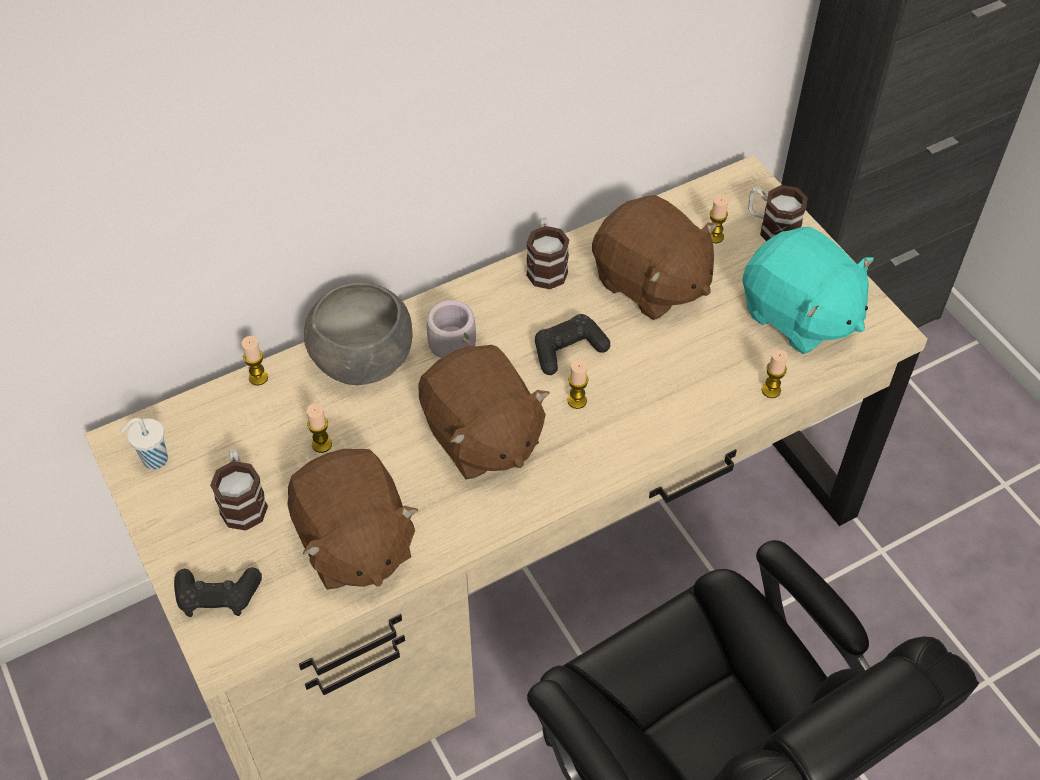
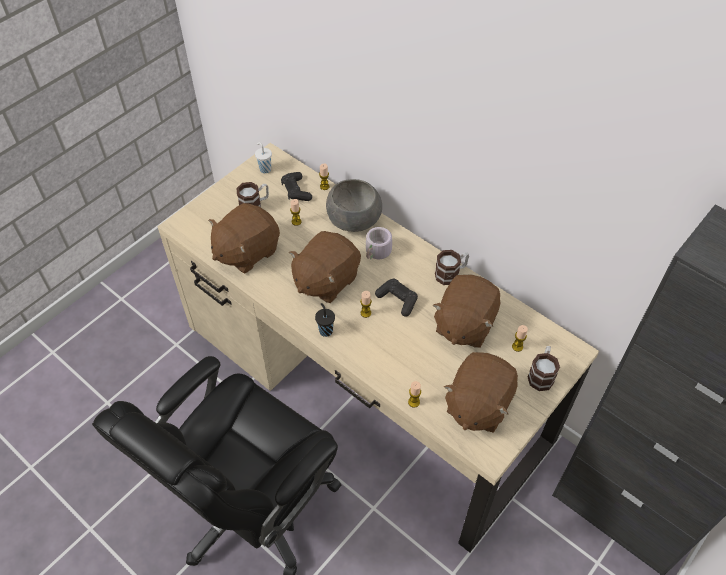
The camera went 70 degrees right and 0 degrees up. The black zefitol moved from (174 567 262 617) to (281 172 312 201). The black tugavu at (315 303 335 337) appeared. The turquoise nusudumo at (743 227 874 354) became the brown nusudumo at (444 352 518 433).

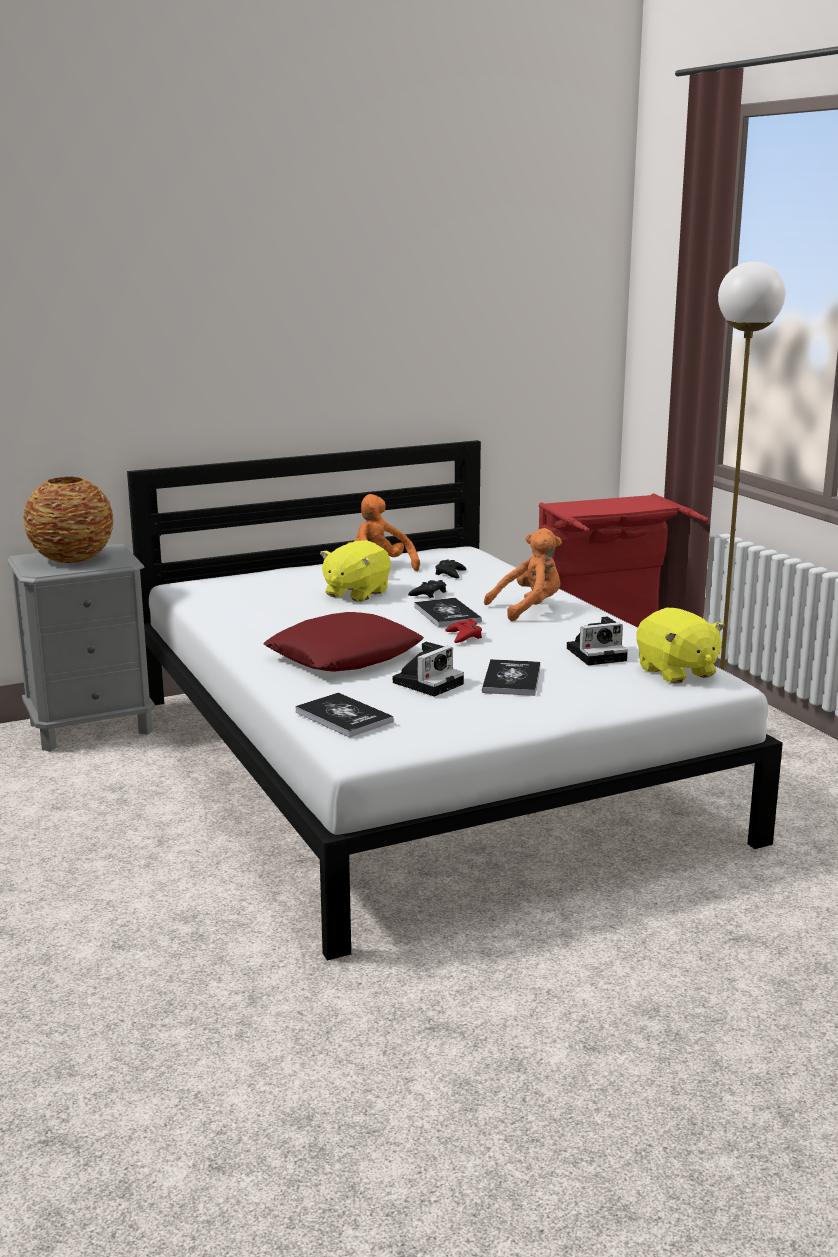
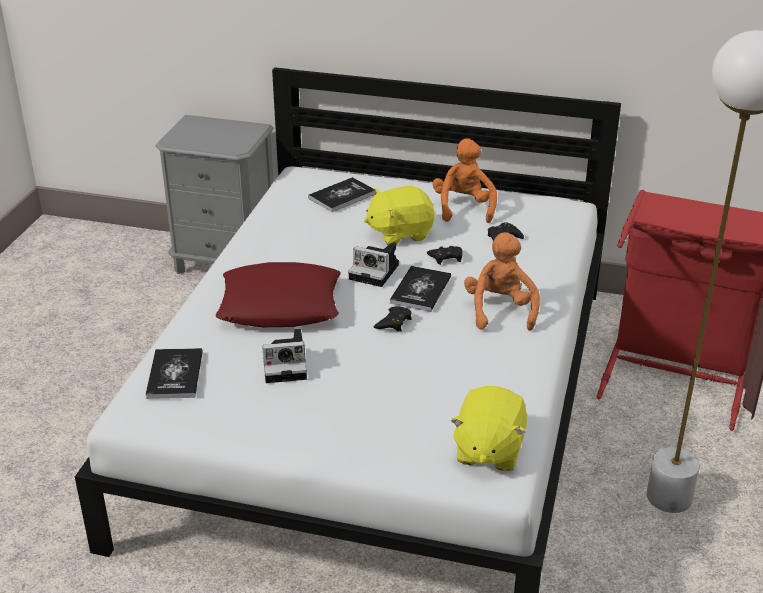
The camera went 40 degrees right and 15 degrees up. The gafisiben moved from (482 659 540 696) to (308 177 376 212). The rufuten moved from (567 616 628 665) to (348 243 399 287). The red zefitol at (445 618 482 643) became the black zefitol at (374 306 412 332). The orange nusudumo at (484 528 562 621) turned 105 degrees counterclockwise. The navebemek at (23 477 114 563) disappeared.

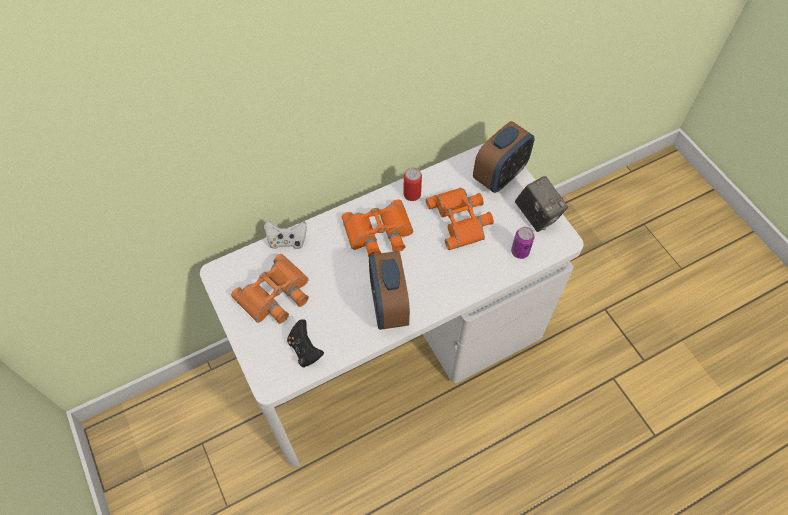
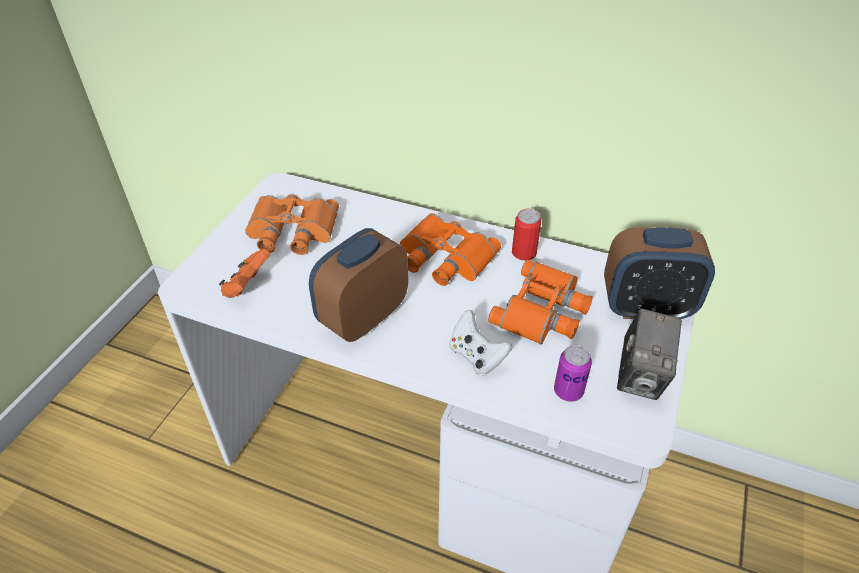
The camera went 50 degrees right and 15 degrees down. The black zefitol at (287 320 324 368) became the orange zefitol at (219 249 270 298). The white zefitol moved from (265 221 307 249) to (449 310 512 375).

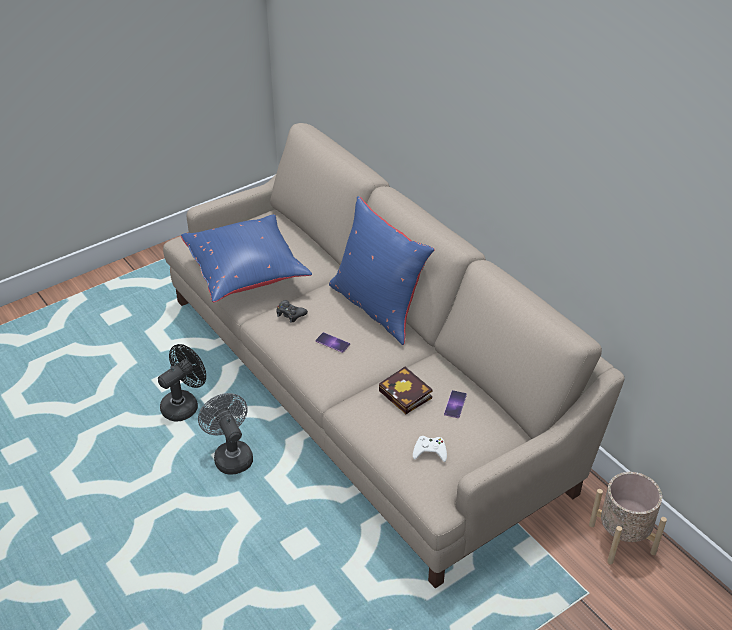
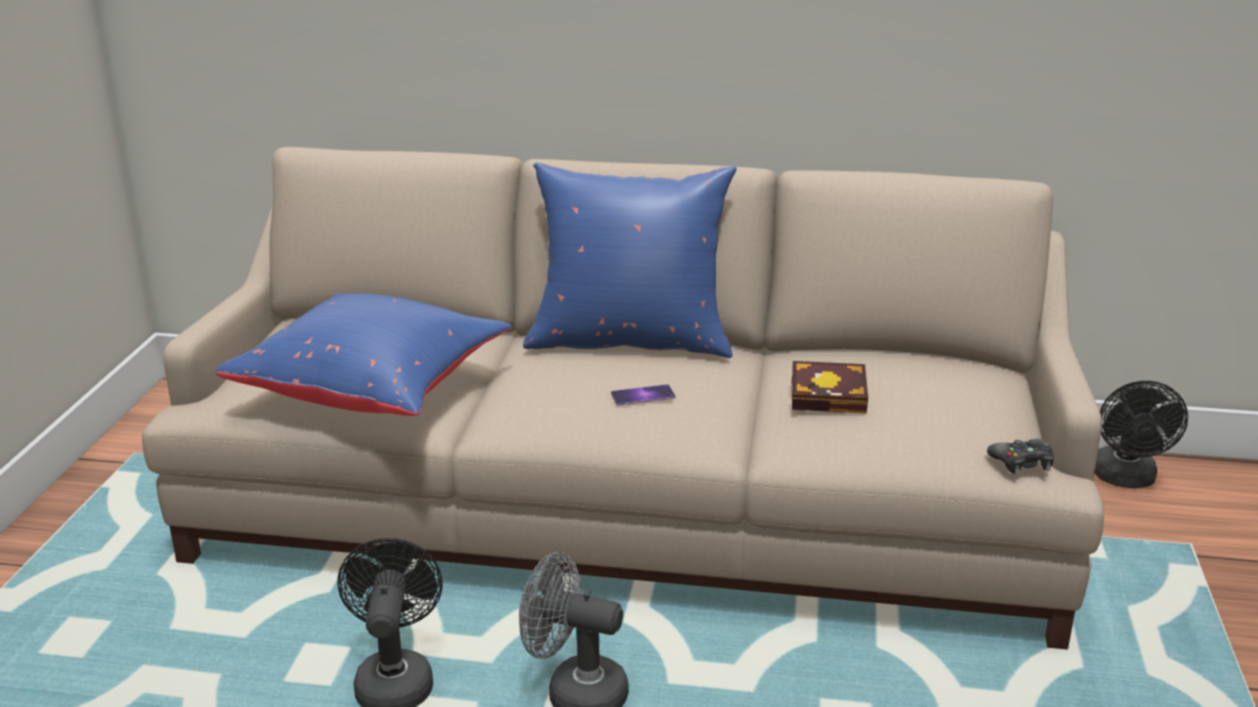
The camera went 45 degrees left and 15 degrees down. The black zefitol moved from (276 300 308 323) to (987 439 1054 474). The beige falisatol at (589 472 667 564) was replaced by the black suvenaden at (1094 381 1188 488). The white zefitol at (413 436 447 462) disappeared. The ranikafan at (444 390 467 418) disappeared.

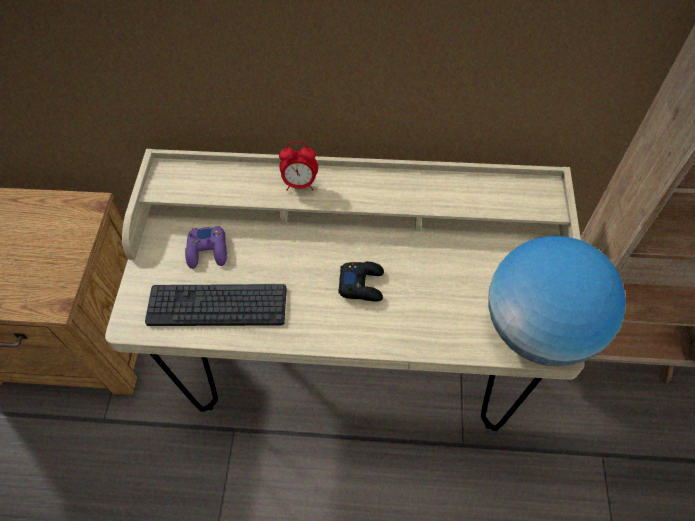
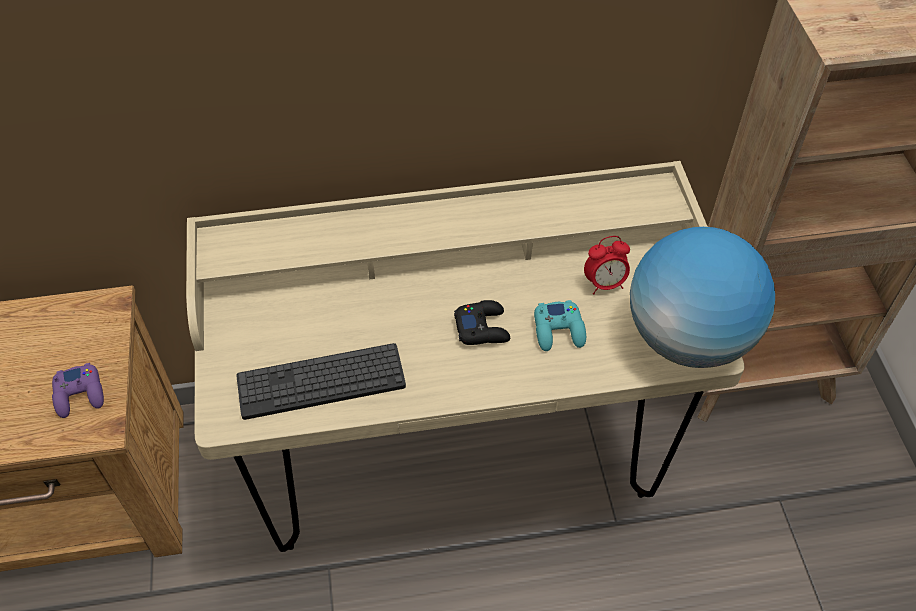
The camera went 15 degrees left and 5 degrees down. The purple zefitol moved from (185 226 227 269) to (52 363 104 418). The turquoise zefitol at (534 300 586 351) appeared. The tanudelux moved from (279 142 318 191) to (584 236 630 295).

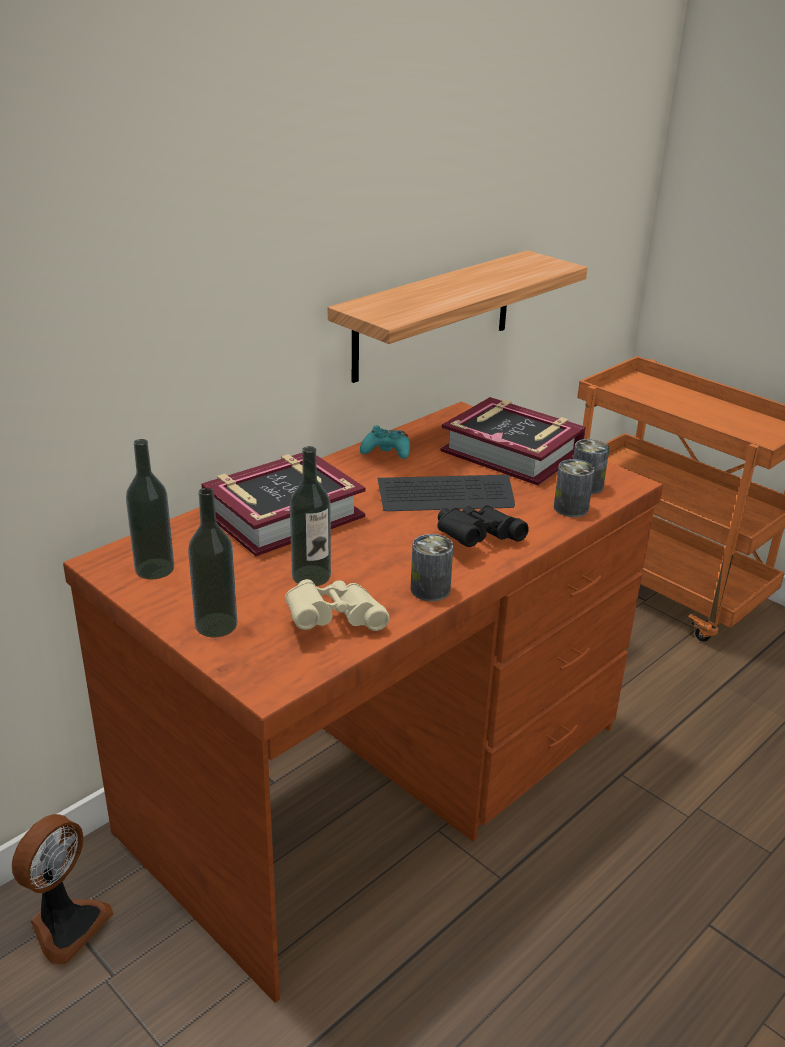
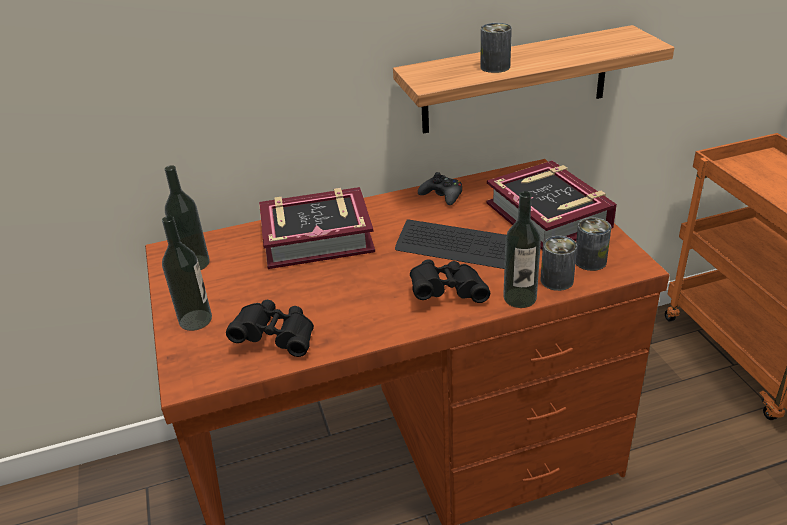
The camera went 30 degrees right and 5 degrees up. The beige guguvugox at (285 579 390 631) became the black guguvugox at (226 300 314 357). The turquoise zefitol at (360 426 410 459) became the black zefitol at (418 172 462 205). The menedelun moved from (411 534 453 601) to (480 23 512 73). The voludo moved from (290 446 331 586) to (503 191 541 308). The suvenaden at (11 814 114 964) disappeared.

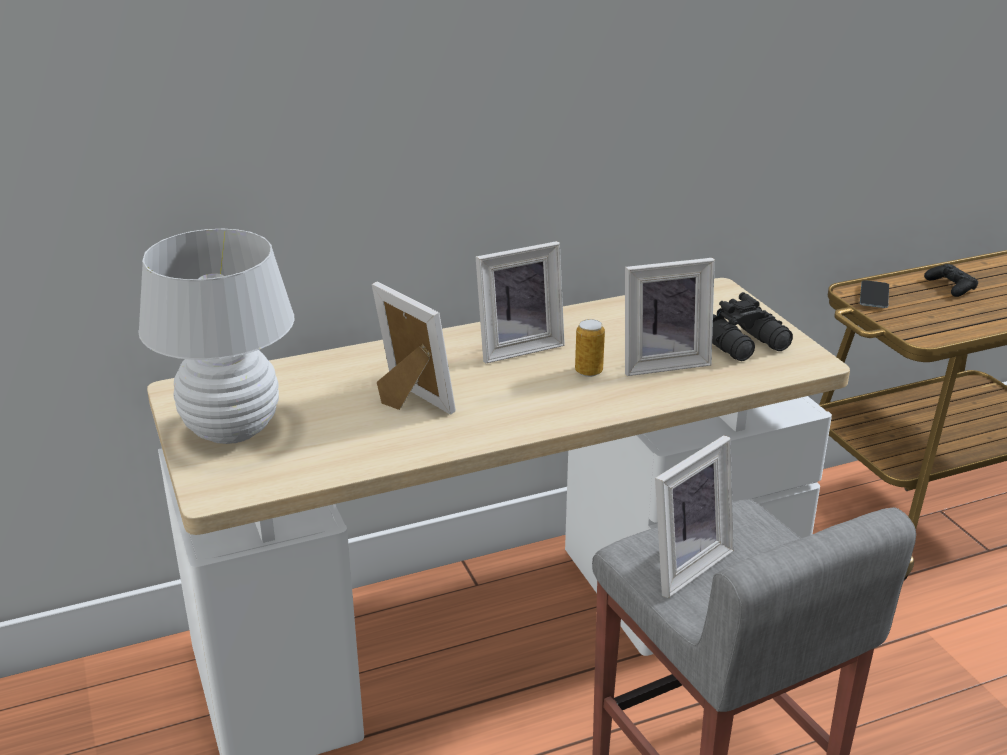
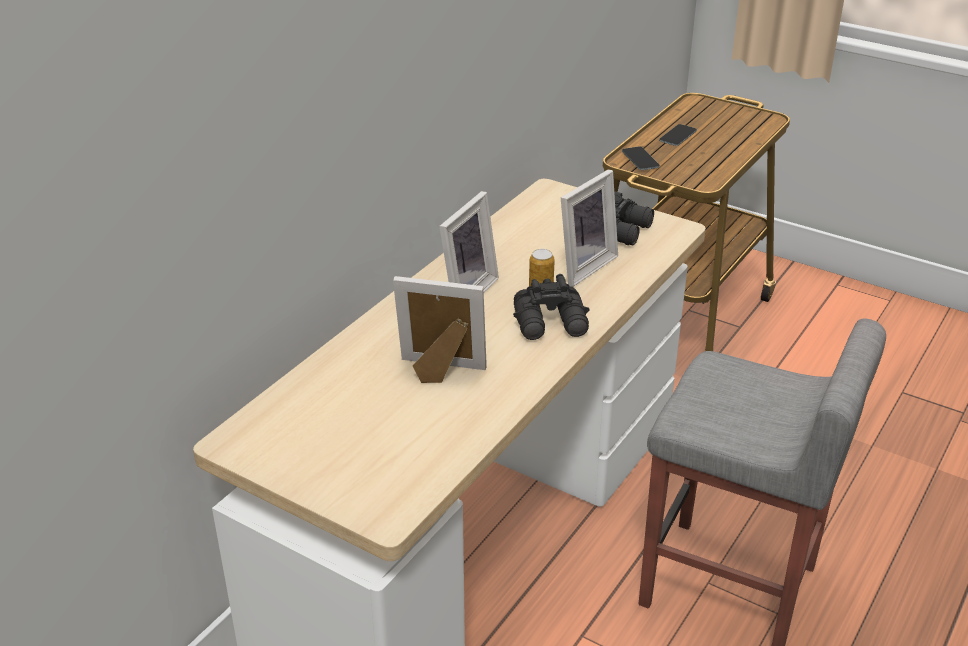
The camera went 35 degrees left and 5 degrees up. The black guguvugox at (513 274 589 340) appeared. The black zefitol at (924 264 978 297) was replaced by the ranikafan at (659 124 697 146). The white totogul at (138 229 294 444) disappeared. The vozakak at (655 435 734 598) disappeared.

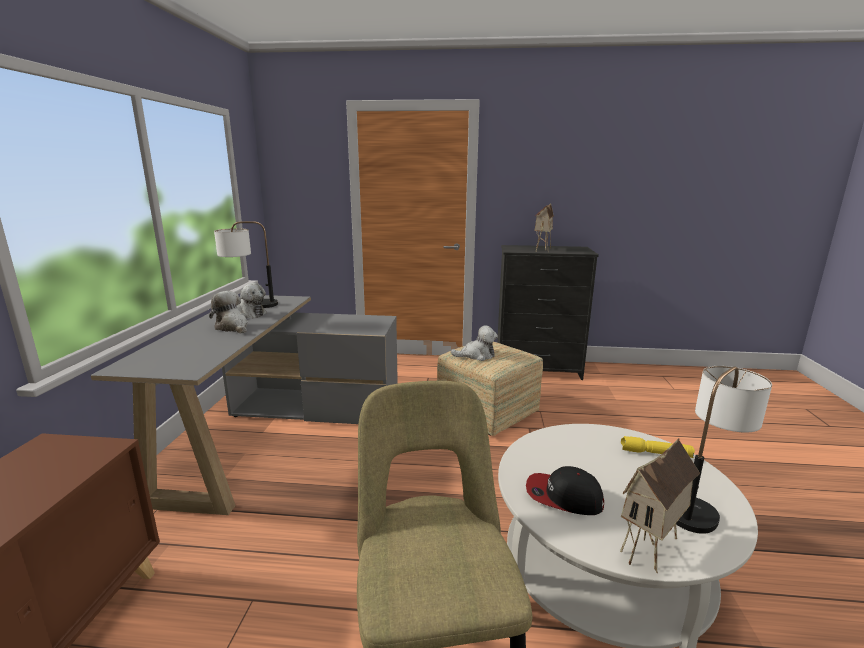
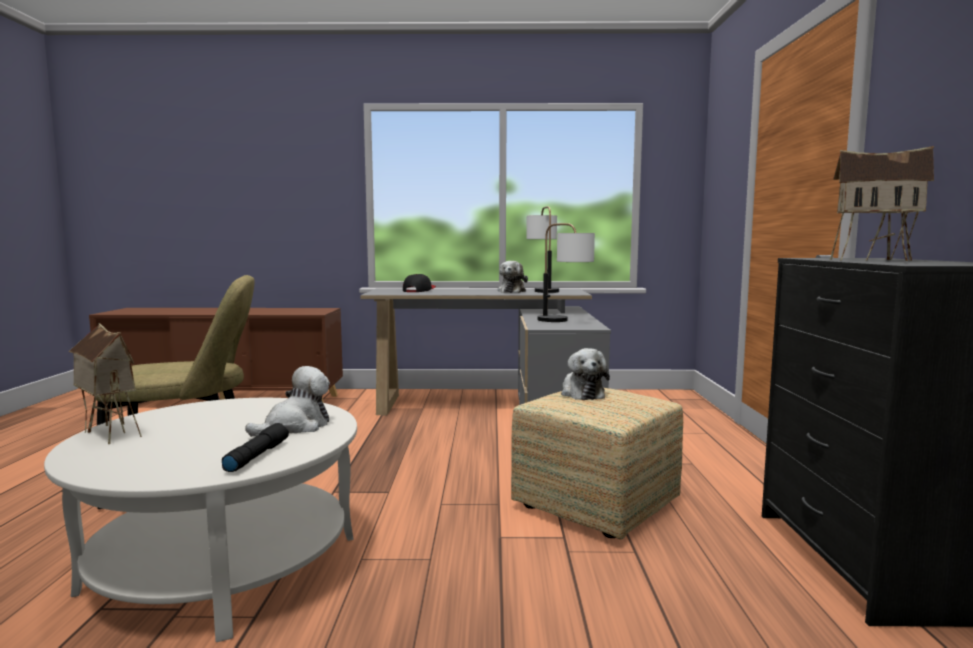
The camera went 85 degrees right and 10 degrees down. The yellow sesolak at (621 436 695 458) became the black sesolak at (222 423 289 472). The nusudumo moved from (209 291 249 333) to (245 366 330 437). The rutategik moved from (526 466 604 515) to (403 274 436 292). The totogul moved from (676 366 772 534) to (537 223 595 322).

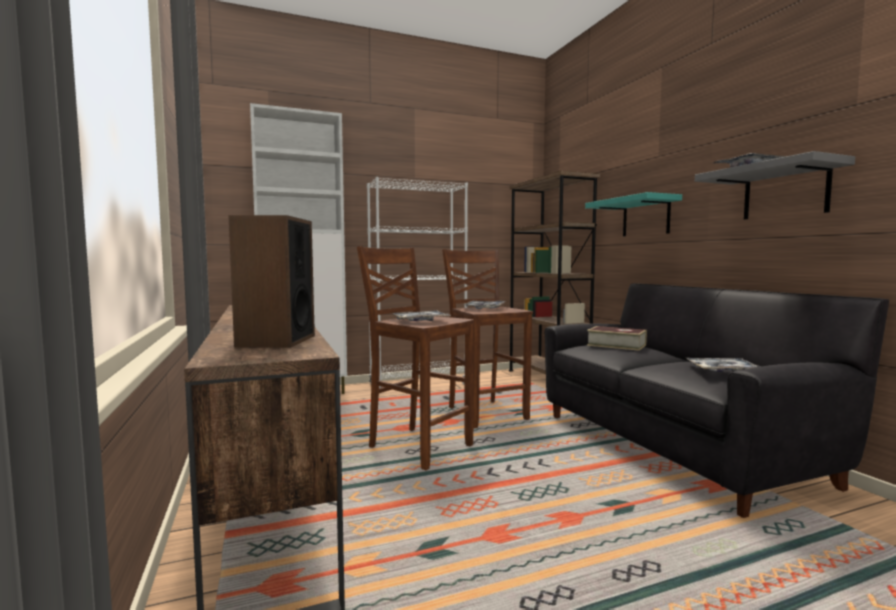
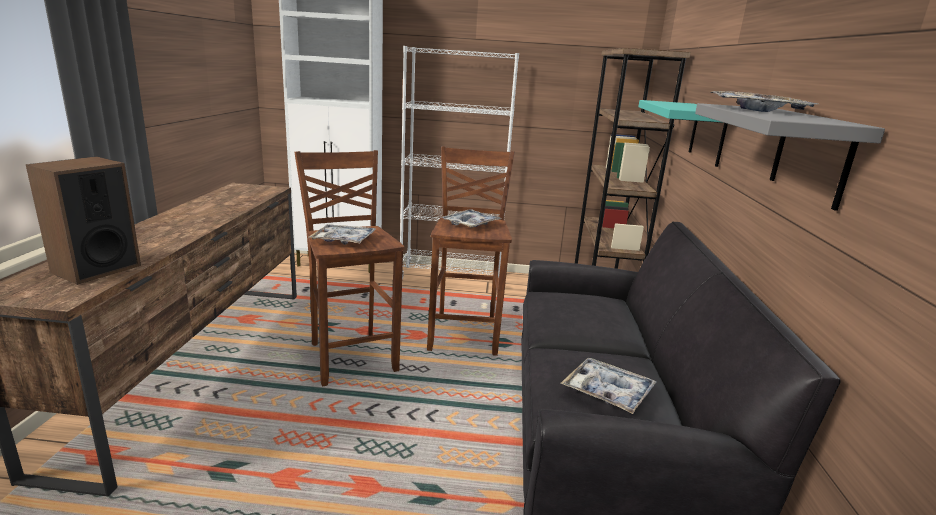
The camera went 25 degrees right and 15 degrees up. The gafisiben at (587 326 647 351) disappeared.

